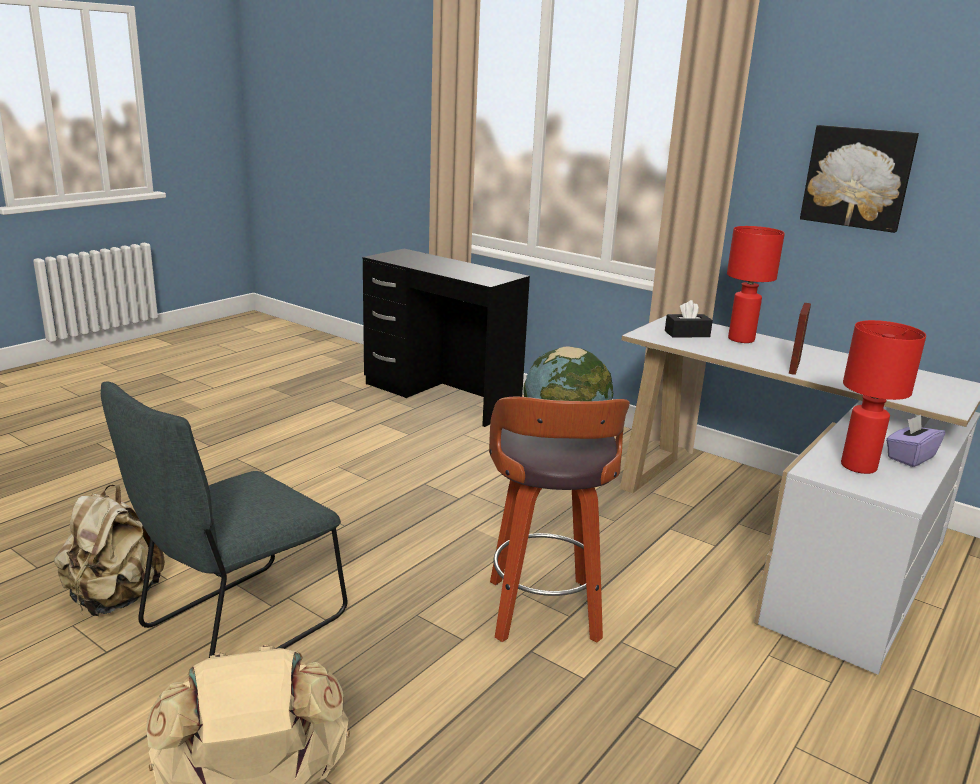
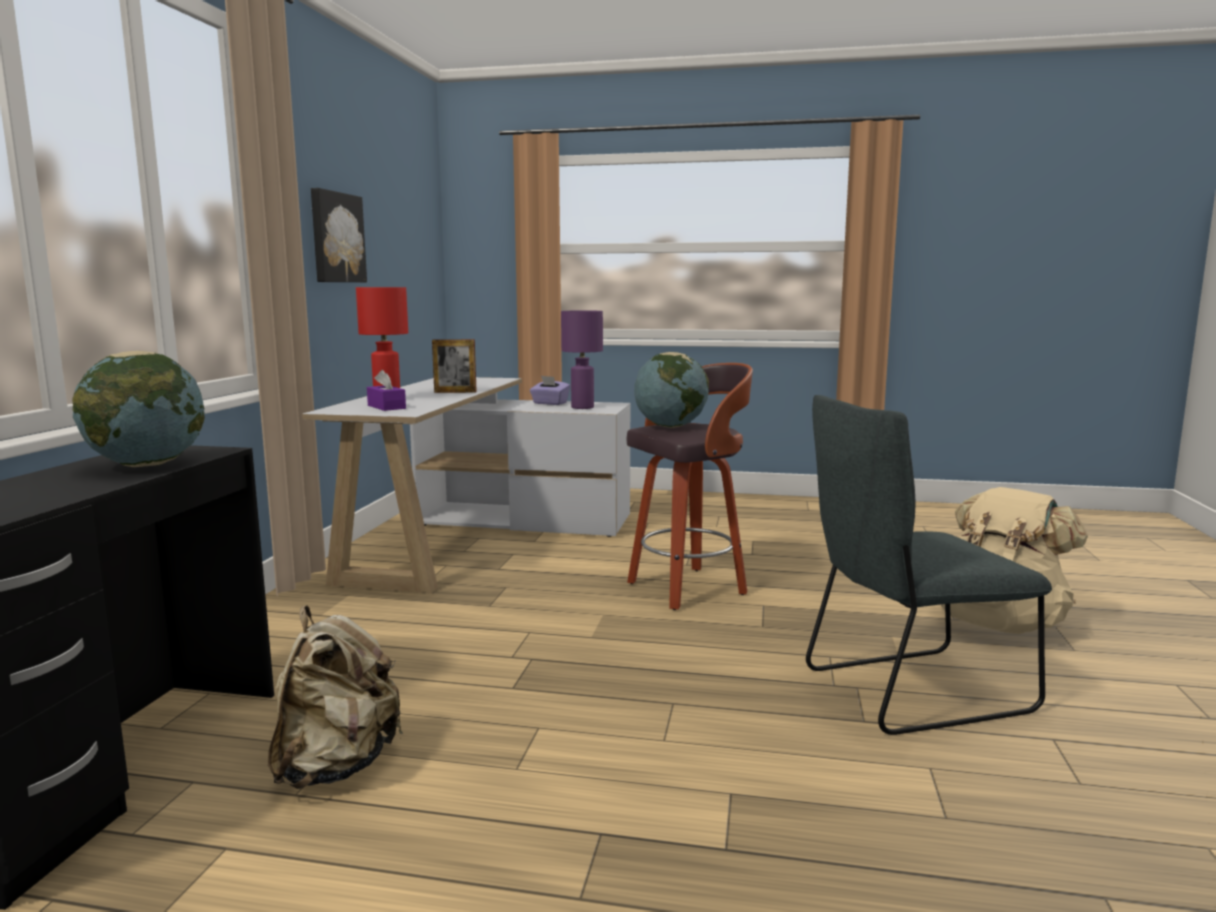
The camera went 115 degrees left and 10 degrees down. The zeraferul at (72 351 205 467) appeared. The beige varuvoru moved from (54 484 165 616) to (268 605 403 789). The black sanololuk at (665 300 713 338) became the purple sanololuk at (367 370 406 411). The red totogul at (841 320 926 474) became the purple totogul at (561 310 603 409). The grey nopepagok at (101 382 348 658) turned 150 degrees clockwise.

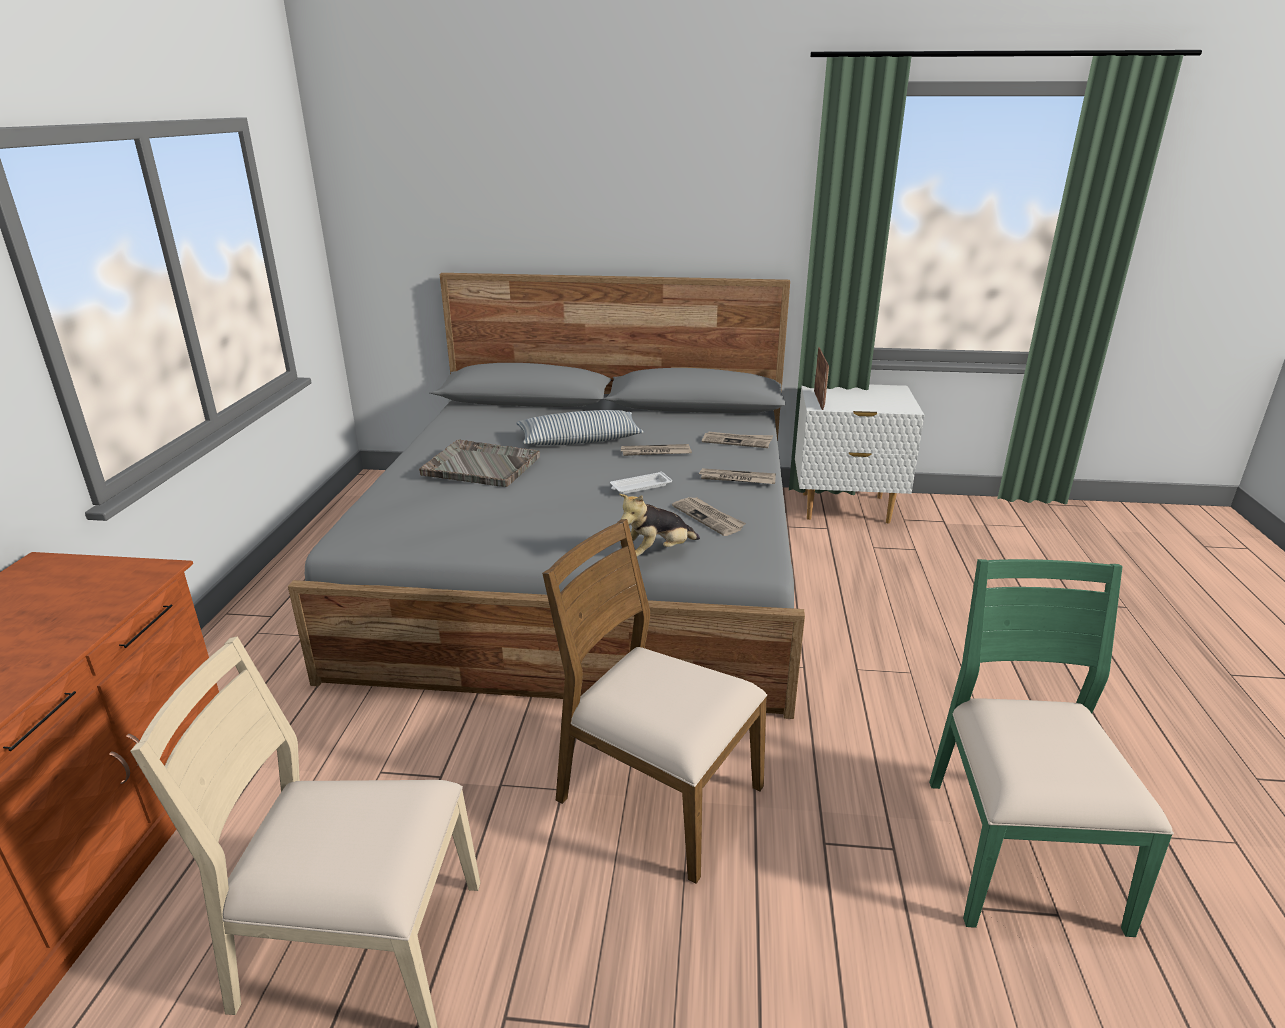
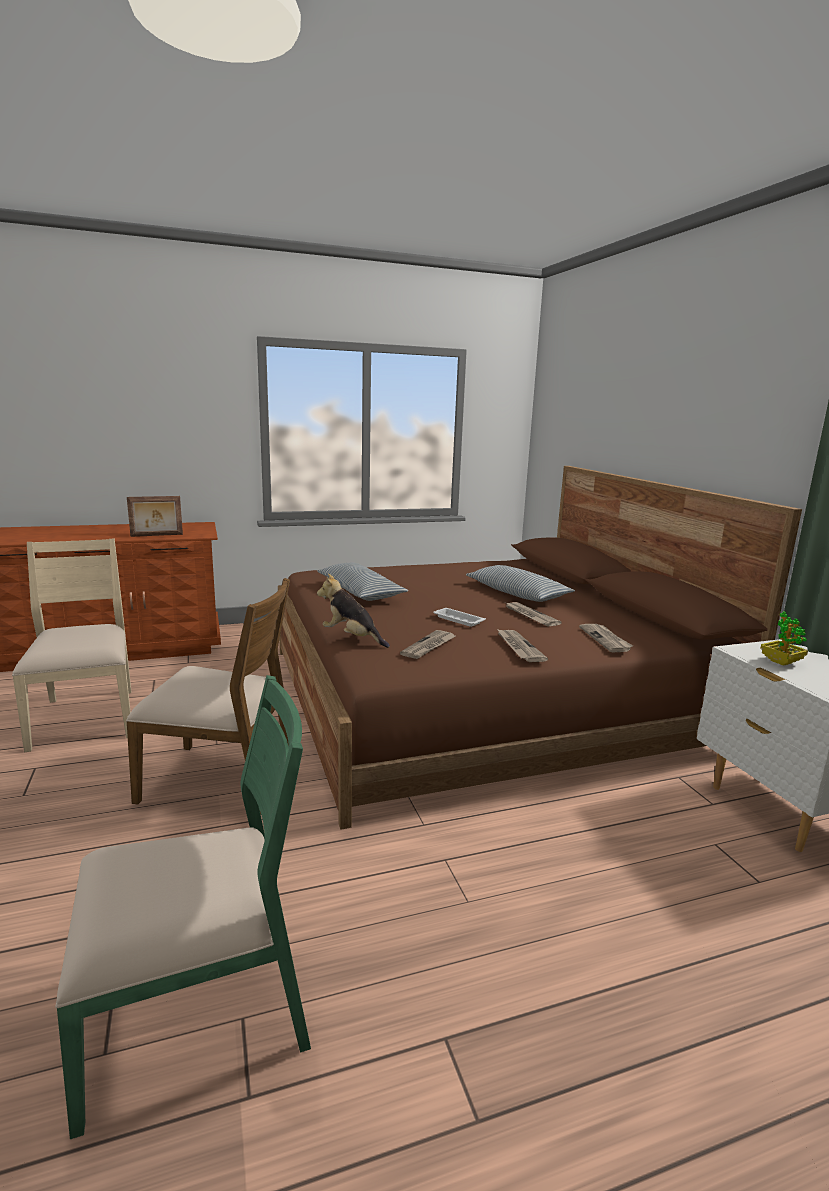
The camera went 65 degrees right and 10 degrees down. The brown nopepagok at (542 519 767 884) turned 90 degrees clockwise. The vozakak moved from (814 347 829 410) to (127 496 183 537). The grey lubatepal at (288 273 805 719) became the brown lubatepal at (278 466 802 829). The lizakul at (317 562 408 601) appeared. The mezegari at (761 612 808 666) appeared. The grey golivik at (419 439 540 487) disappeared.

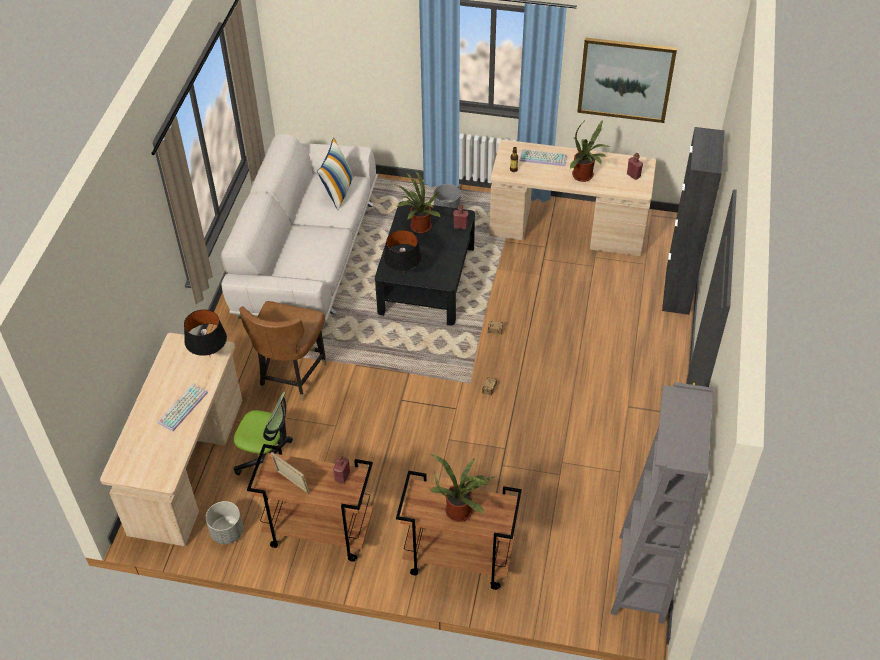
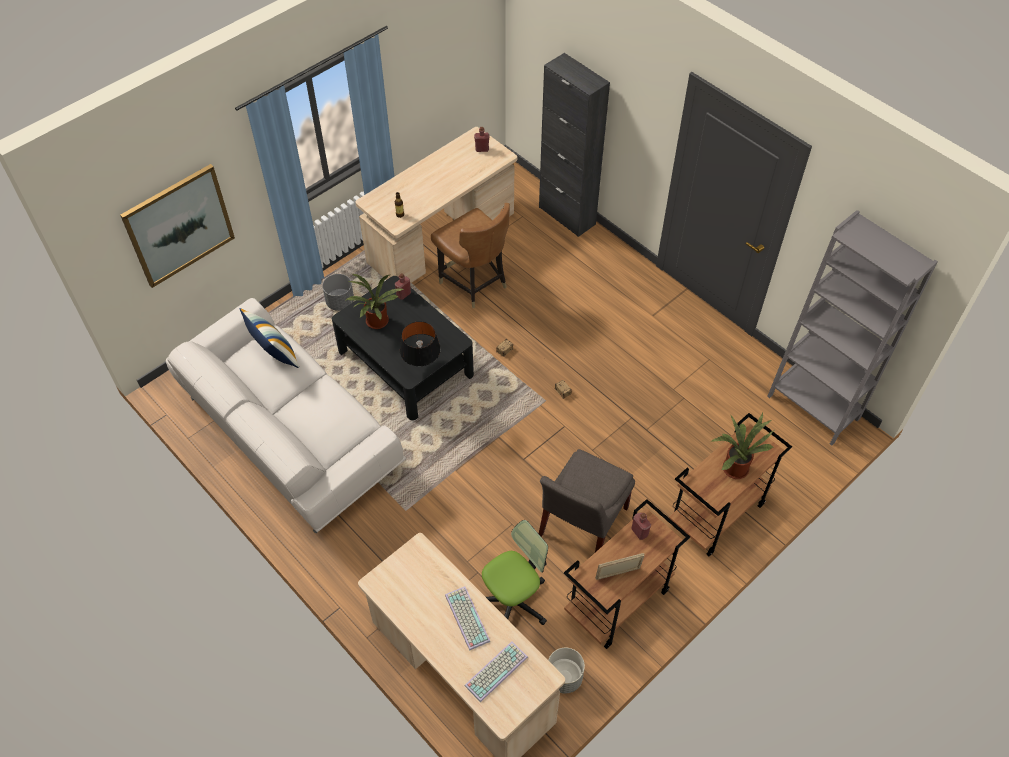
The camera went 55 degrees left and 5 degrees up. The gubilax moved from (577 37 677 123) to (120 164 235 288). The brown nopepagok moved from (239 301 327 401) to (431 203 510 308). The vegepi moved from (519 149 567 166) to (465 641 528 702). The grey nopepagok at (539 449 635 552) appeared. The black totogul at (184 309 227 356) disappeared. The mezegari at (570 120 610 182) disappeared.

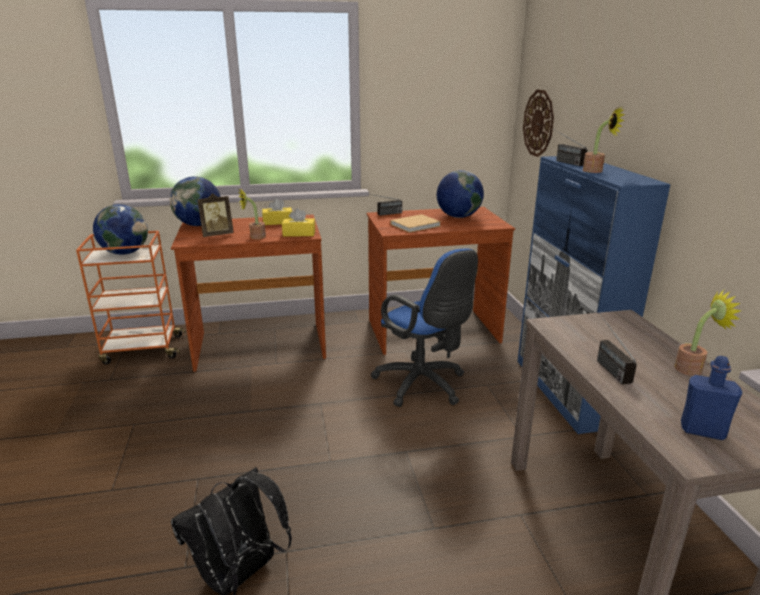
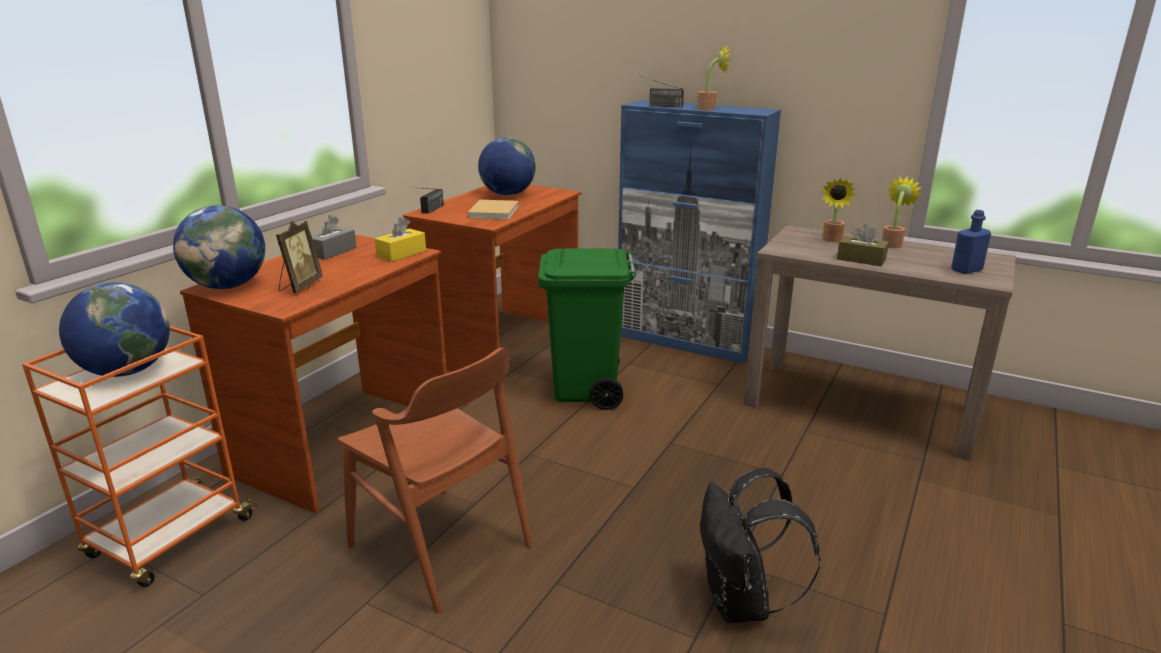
The camera went 50 degrees left and 0 degrees up. The yellow sanololuk at (262 198 292 225) became the grey sanololuk at (311 215 357 260). The brown nopepagok at (338 348 532 613) appeared. The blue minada at (371 248 478 407) was replaced by the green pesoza at (538 248 636 410). The mezegari moved from (238 187 266 239) to (821 178 856 242). The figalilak at (597 313 637 384) was replaced by the brown sanololuk at (837 224 889 266). The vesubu at (523 89 554 157) disappeared.

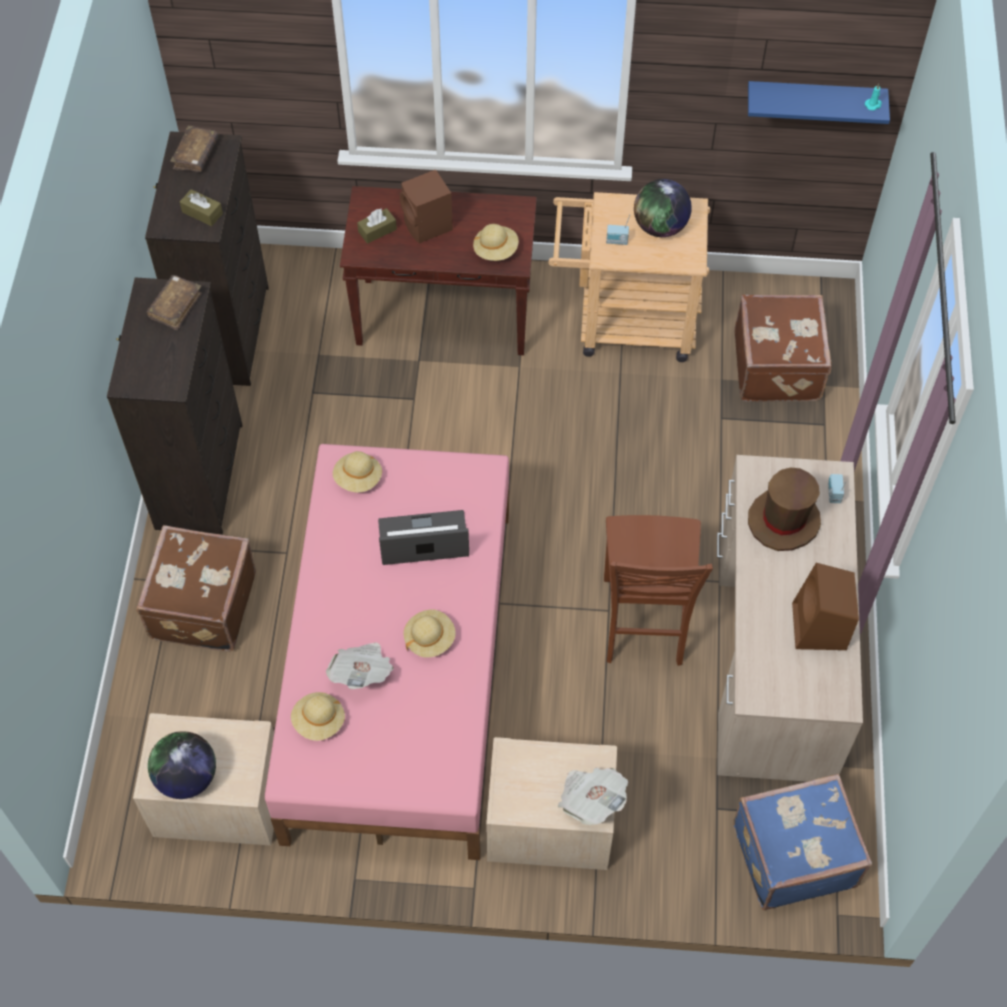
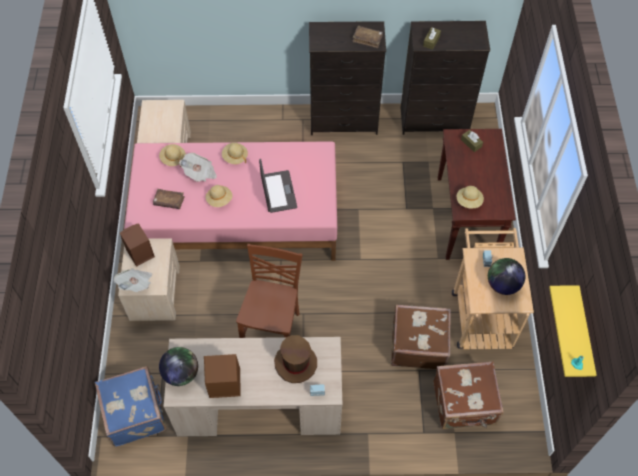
The camera went 85 degrees right and 0 degrees up. The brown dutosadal moved from (400 169 453 244) to (120 223 155 267). The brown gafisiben moved from (170 126 218 172) to (153 189 185 209). The zeraferul moved from (148 731 216 799) to (159 347 198 386). The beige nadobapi moved from (333 451 382 493) to (222 143 248 164). The brown nopepagok at (604 515 713 666) turned 105 degrees clockwise. The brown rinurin moved from (136 525 256 652) to (391 304 451 369). The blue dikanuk at (748 81 890 124) became the yellow dikanuk at (549 285 597 377).

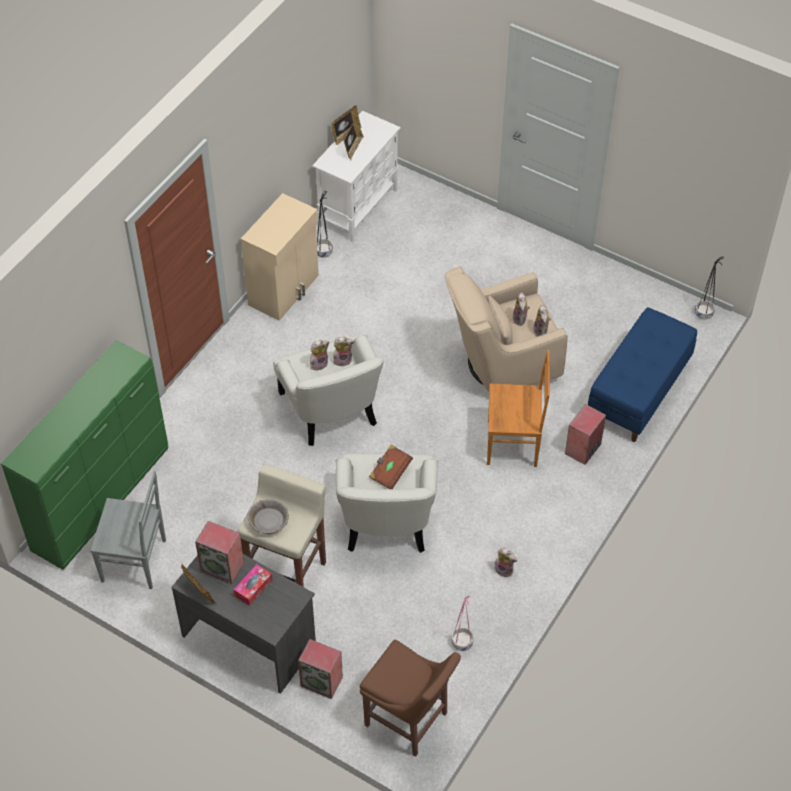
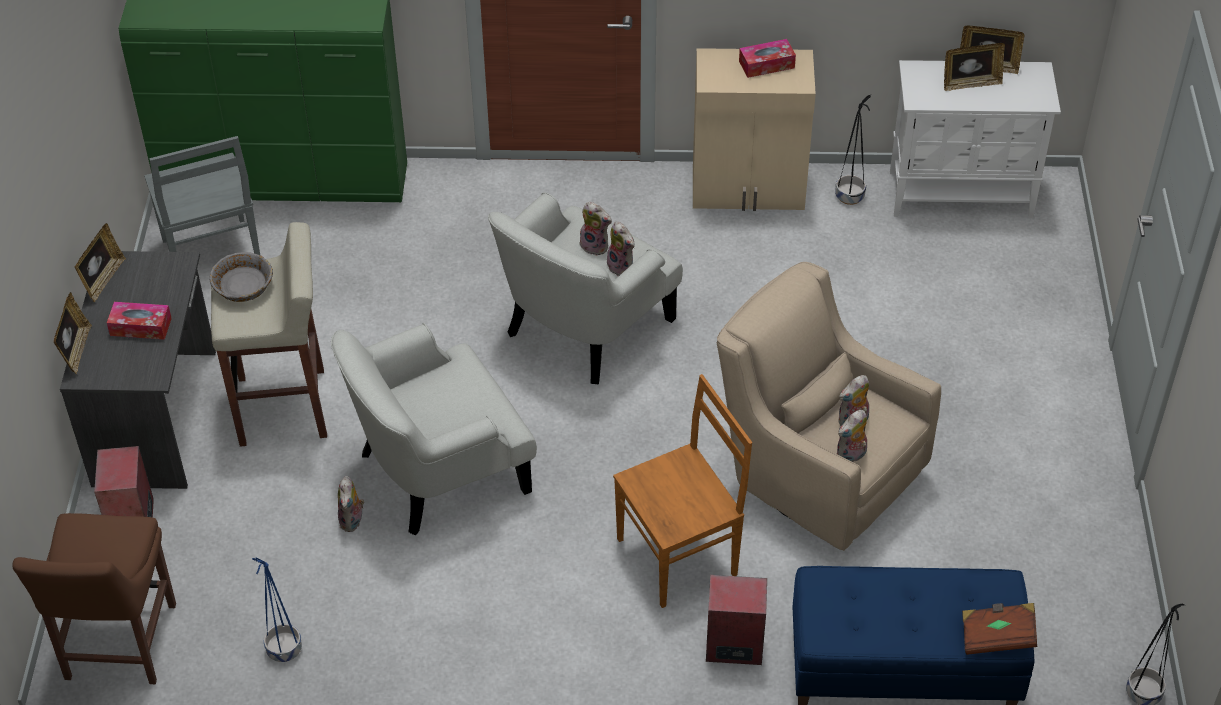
The camera went 60 degrees right and 5 degrees down. The vozakak at (53 292 92 374) appeared. The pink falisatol at (451 596 474 651) became the blue falisatol at (252 558 302 662). The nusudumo moved from (494 548 517 578) to (338 476 364 532). The brown nopepagok at (487 350 550 467) turned 90 degrees counterclockwise. The sanololuk at (739 39 796 78) appeared. The brown gafisiben moved from (369 444 413 489) to (962 603 1037 655). The dutosadal at (195 521 244 584) disappeared.

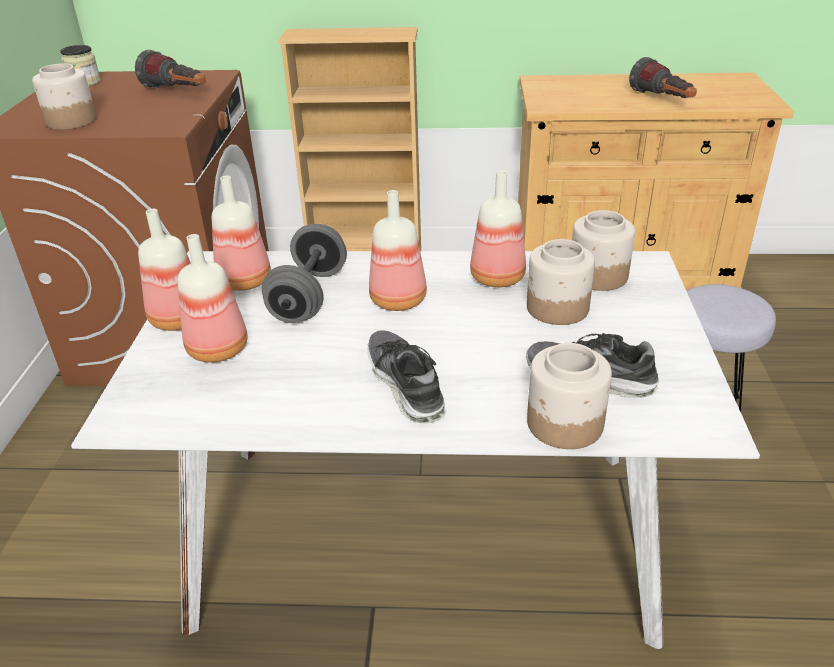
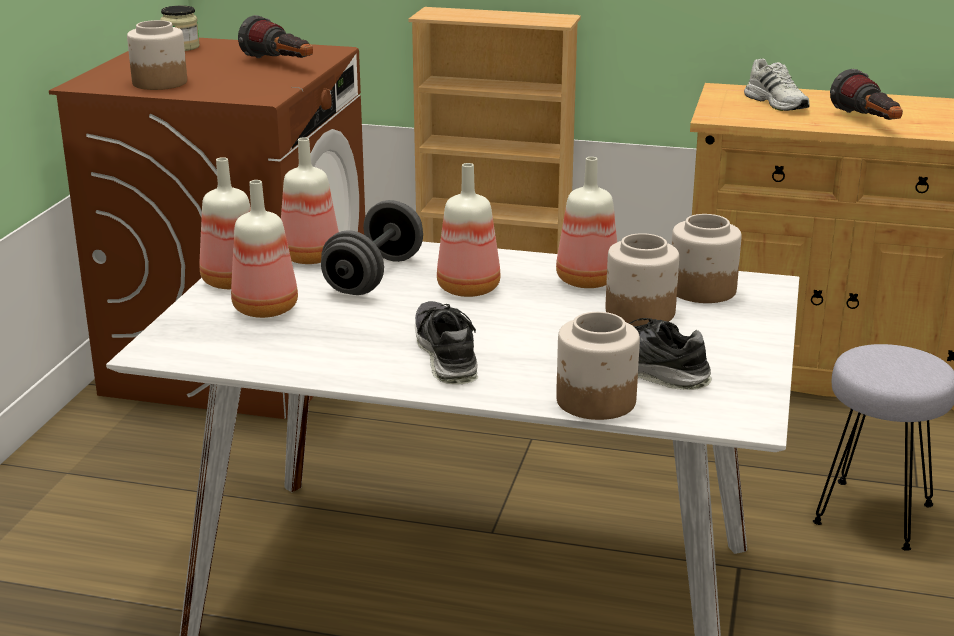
The camera went 10 degrees right and 10 degrees down. The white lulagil at (744 58 810 111) appeared.

